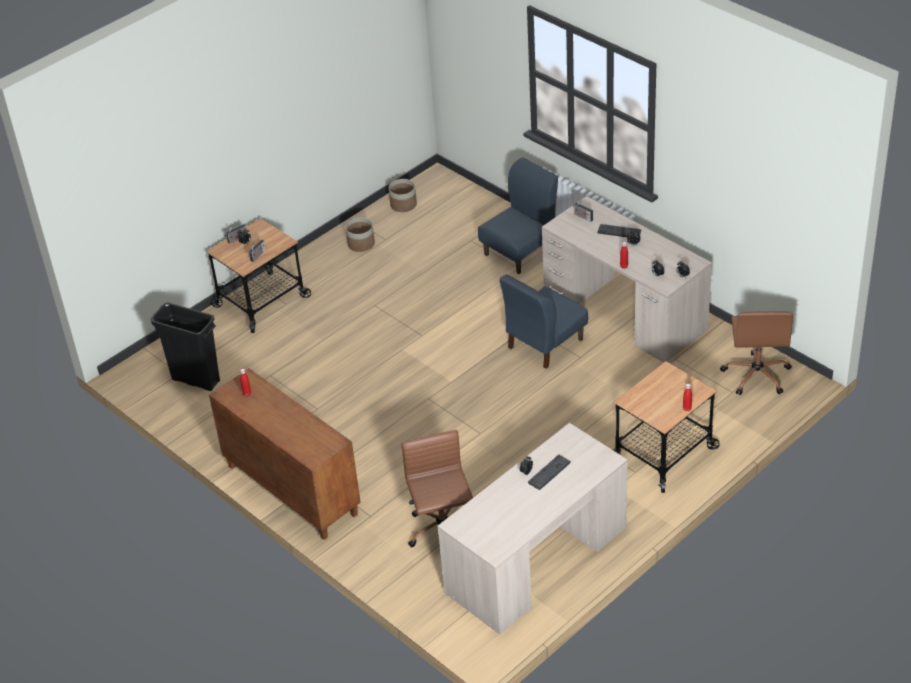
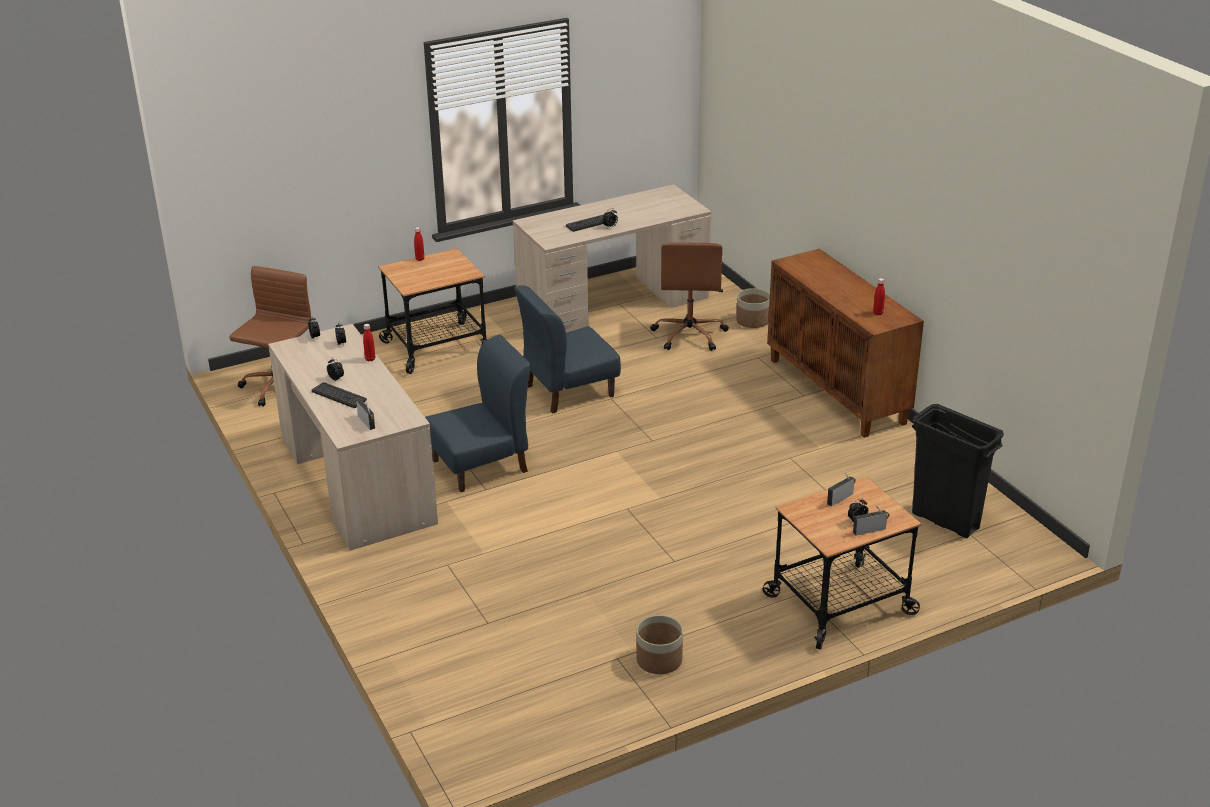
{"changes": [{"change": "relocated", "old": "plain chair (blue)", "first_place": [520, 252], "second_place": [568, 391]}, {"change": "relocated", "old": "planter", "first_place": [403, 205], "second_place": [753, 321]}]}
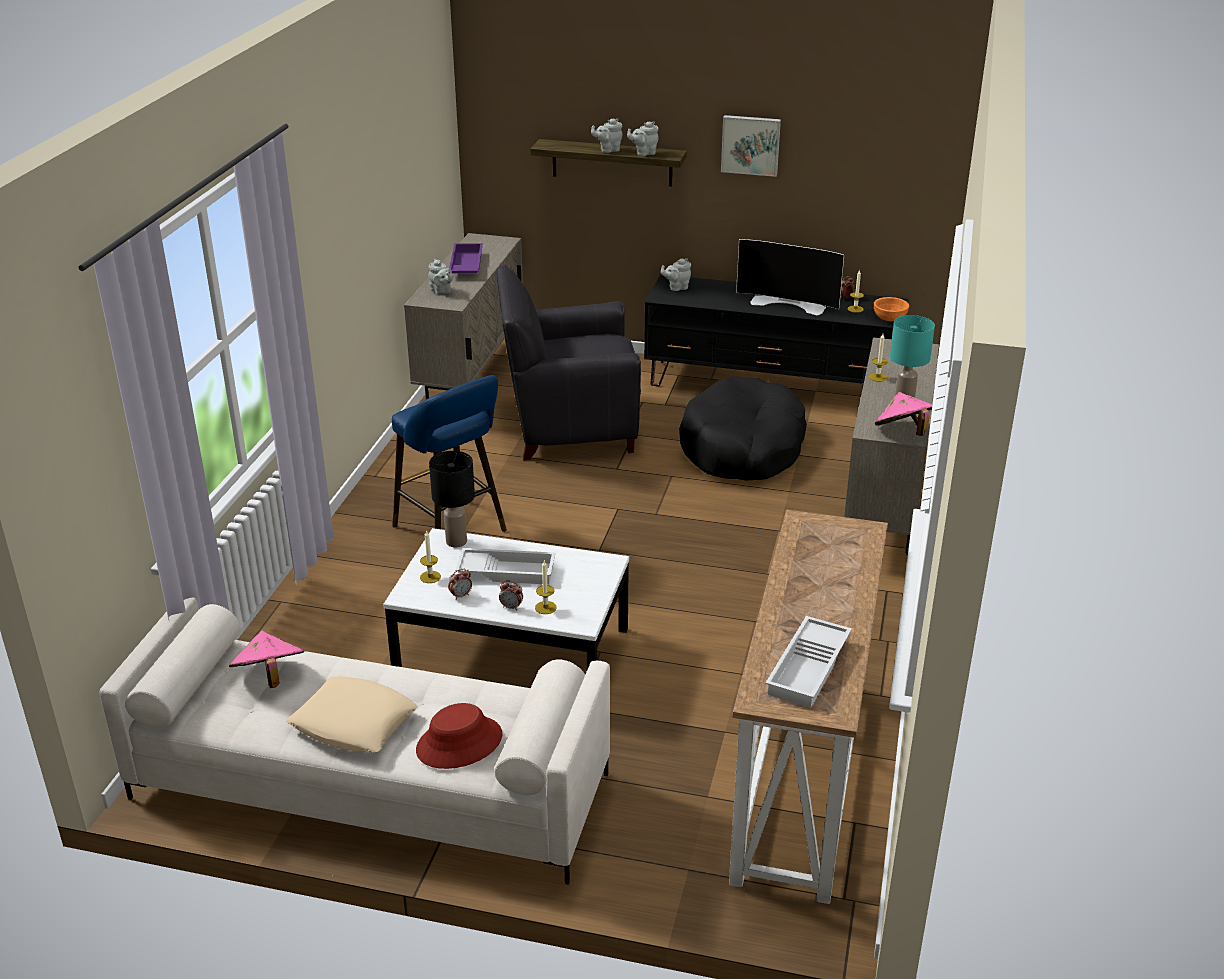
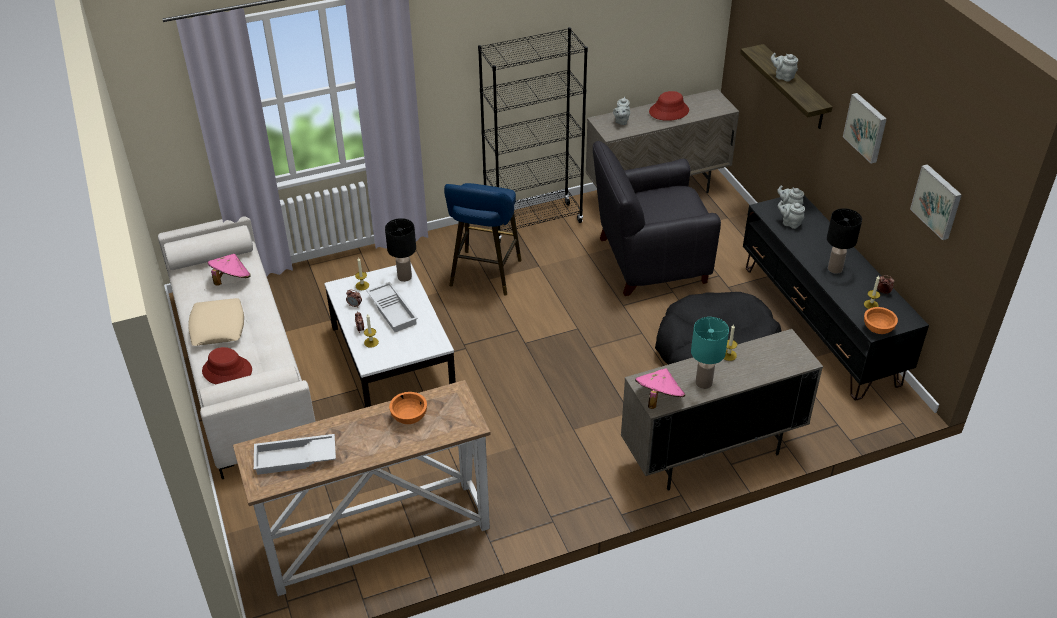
{"changes": [{"change": "appeared", "new": "serving bowl (orangey)", "second_place": [409, 417]}, {"change": "appeared", "new": "bookcase (blackish)", "second_place": [533, 223]}, {"change": "spun", "old": "easy chair (blackish)", "first_place": [569, 426], "second_place": [649, 260], "degrees": -60}, {"change": "exchanged", "old": "tray (purple)", "new": "clothing hat (red)", "first_place": [465, 265], "second_place": [668, 111]}, {"change": "relocated", "old": "pot for tea (grey)", "first_place": [644, 153], "second_place": [790, 223]}, {"change": "exchanged", "old": "television", "new": "table lamp (blackish)", "first_place": [789, 303], "second_place": [835, 269]}, {"change": "appeared", "new": "wall art", "second_place": [937, 201]}]}
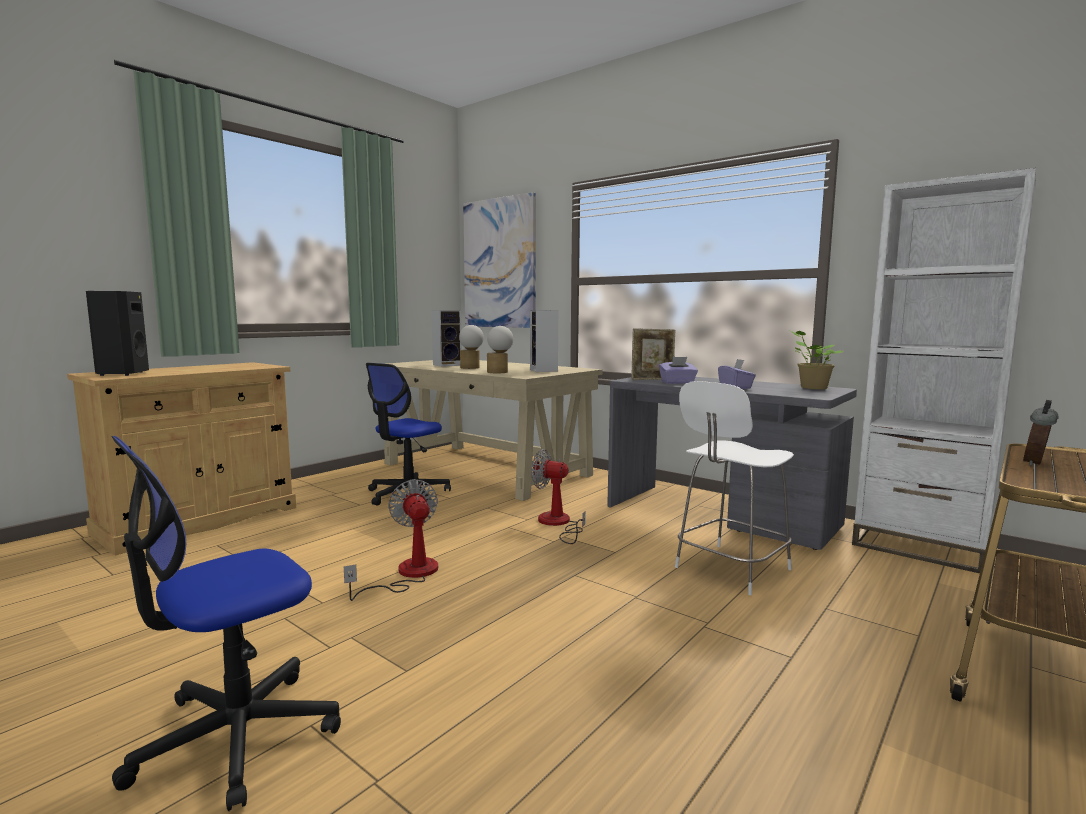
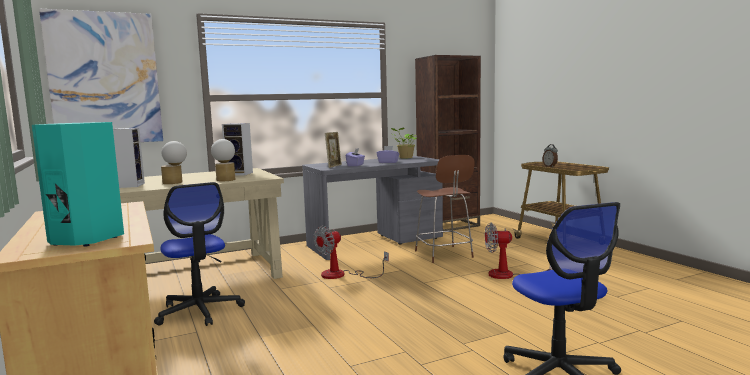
{"changes": [{"change": "colour", "old": "speaker (blackish)", "new": "speaker (turquoise)", "first_place": [121, 374], "second_place": [84, 240]}, {"change": "colour", "old": "bookcase (white-coloured)", "new": "bookcase (brown)", "first_place": [919, 547], "second_place": [448, 225]}, {"change": "colour", "old": "plain chair (white-coloured)", "new": "plain chair (brown)", "first_place": [730, 569], "second_place": [444, 255]}, {"change": "relocated", "old": "cooling fan", "first_place": [407, 575], "second_place": [508, 277]}]}
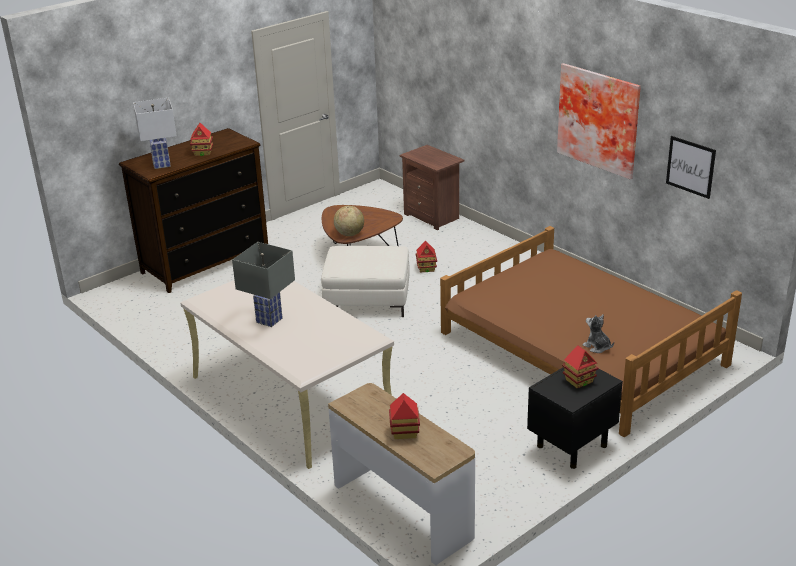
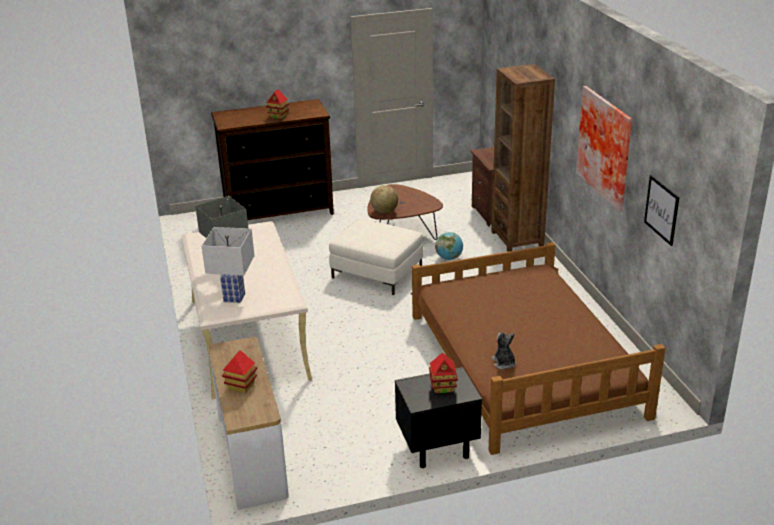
{"changes": [{"change": "relocated", "old": "table lamp (white-coloured)", "first_place": [162, 165], "second_place": [234, 298]}, {"change": "exchanged", "old": "miniature house", "new": "desk globe", "first_place": [426, 268], "second_place": [449, 258]}, {"change": "appeared", "new": "bookcase (brown)", "second_place": [517, 239]}]}
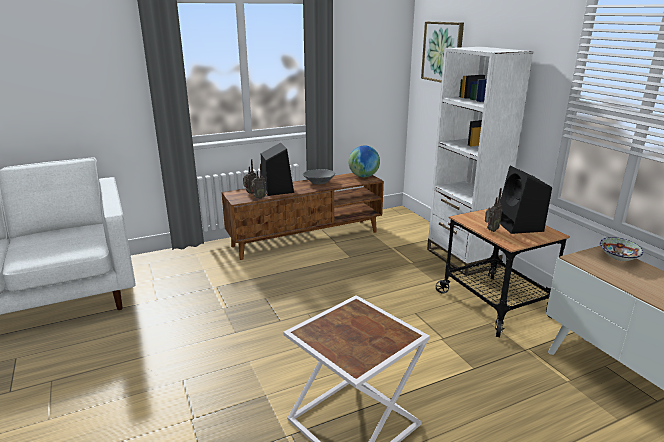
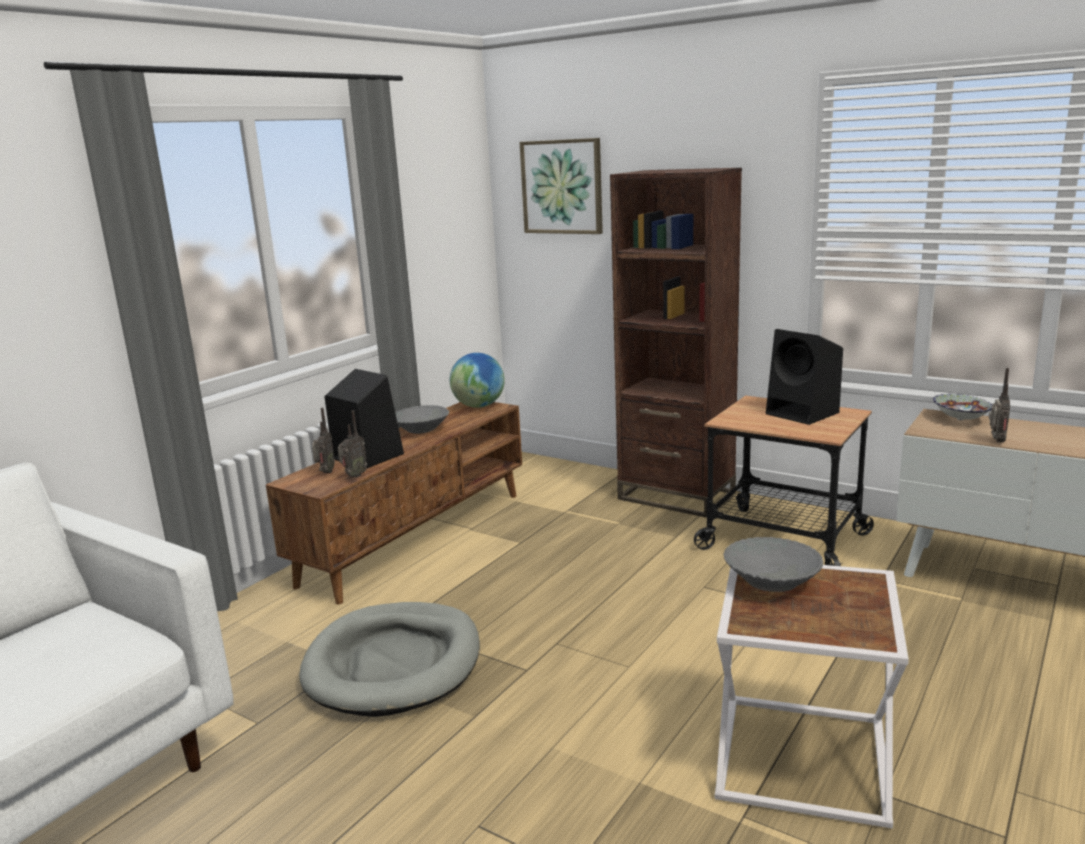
{"changes": [{"change": "appeared", "new": "dog cushion (grey)", "second_place": [394, 664]}, {"change": "colour", "old": "bookcase (white-coloured)", "new": "bookcase (brown)", "first_place": [462, 258], "second_place": [676, 496]}, {"change": "appeared", "new": "serving bowl (grey)", "second_place": [771, 582]}, {"change": "relocated", "old": "radio", "first_place": [490, 230], "second_place": [996, 441]}]}
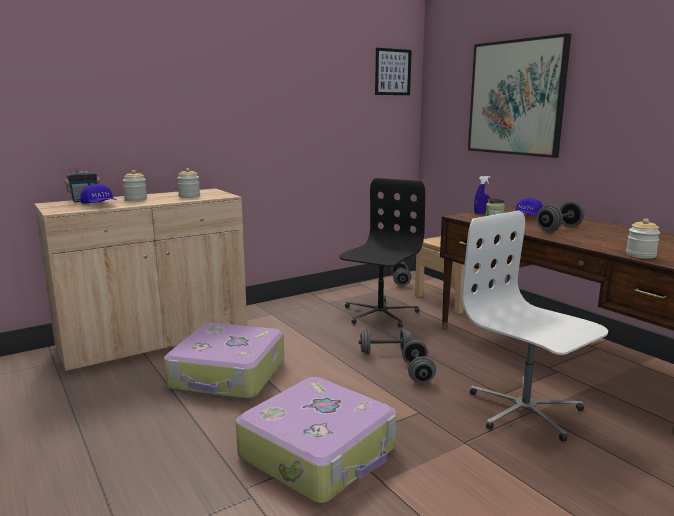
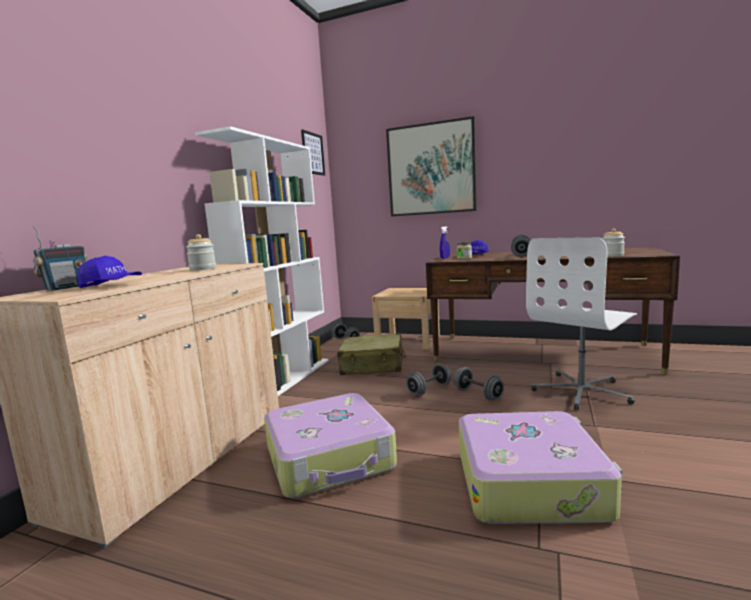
{"changes": [{"change": "appeared", "new": "bookcase (white-coloured)", "second_place": [284, 379]}, {"change": "exchanged", "old": "computer chair (blackish)", "new": "suitcase (beige)", "first_place": [379, 314], "second_place": [372, 365]}, {"change": "spun", "old": "computer chair (white-coloured)", "first_place": [524, 410], "second_place": [582, 391], "degrees": -60}, {"change": "missing", "old": "jar", "first_place": [136, 199]}]}
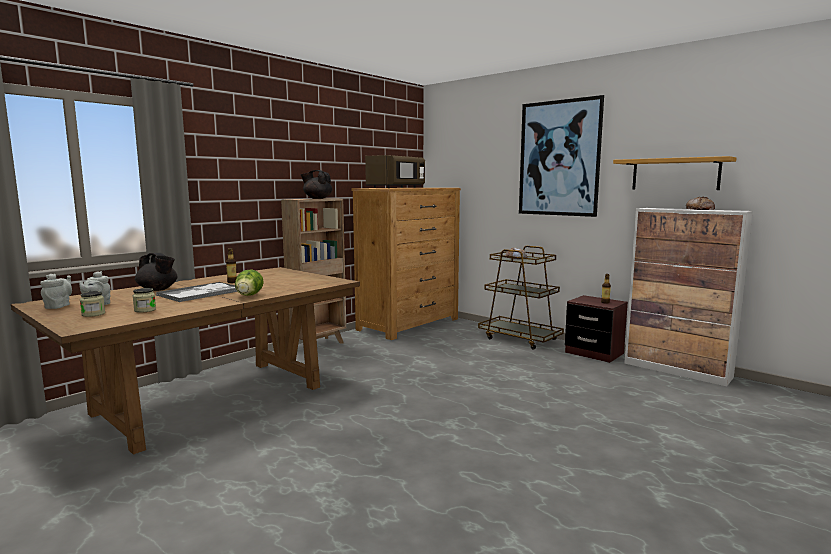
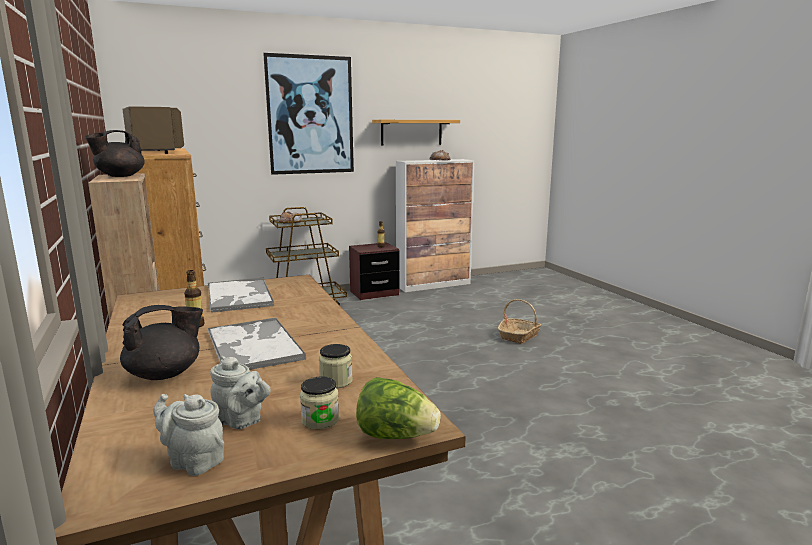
{"changes": [{"change": "appeared", "new": "tray", "second_place": [239, 296]}, {"change": "relocated", "old": "head of lettuce", "first_place": [248, 296], "second_place": [396, 436]}, {"change": "appeared", "new": "household basket", "second_place": [519, 336]}]}
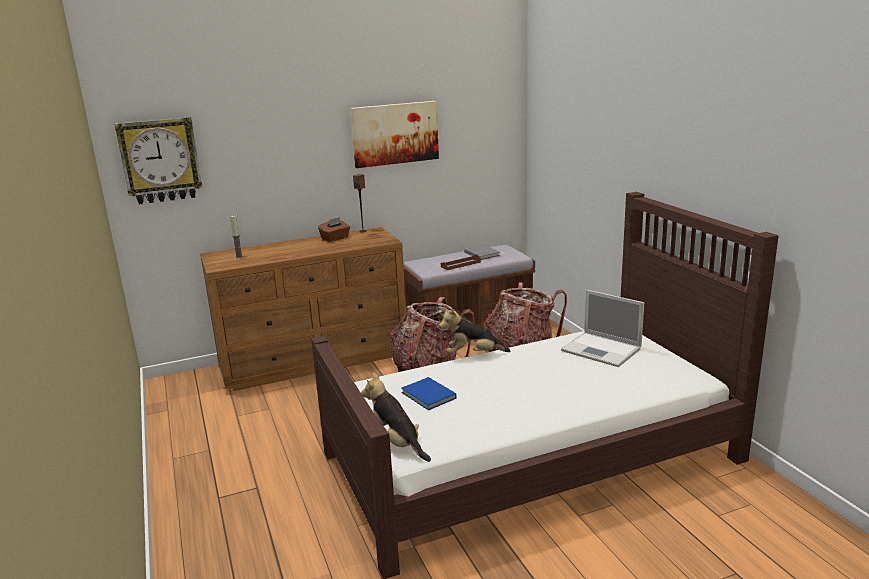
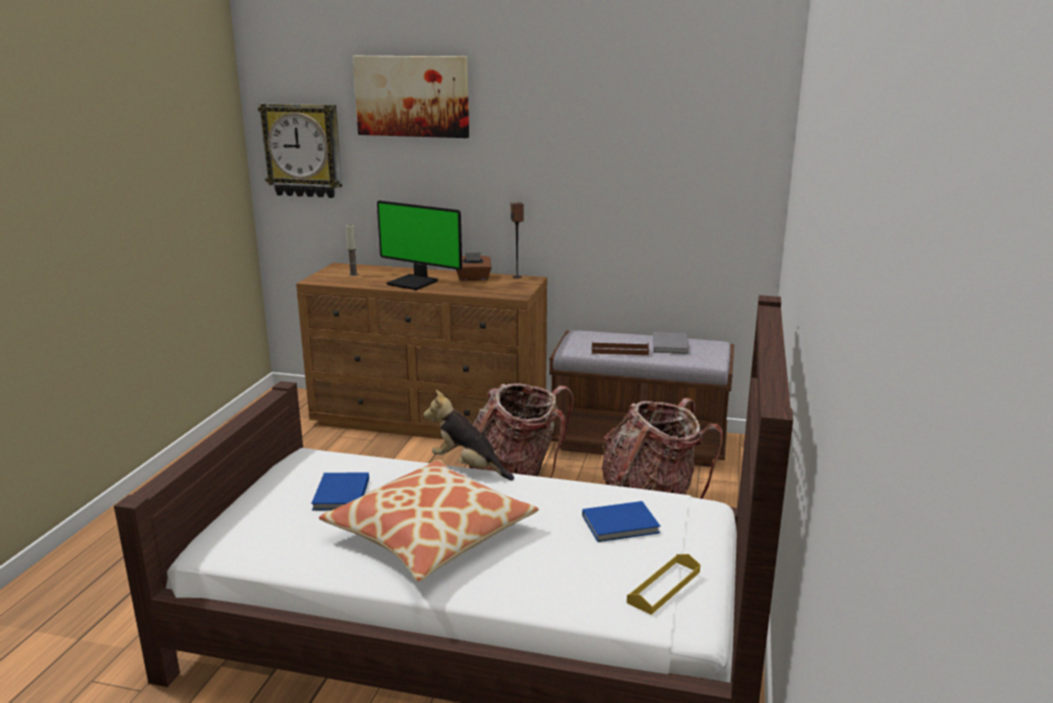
{"changes": [{"change": "appeared", "new": "throw pillow", "second_place": [431, 534]}, {"change": "relocated", "old": "wall art", "first_place": [395, 133], "second_place": [412, 96]}, {"change": "appeared", "new": "monitor", "second_place": [414, 282]}, {"change": "exchanged", "old": "laptop", "new": "volume (blue)", "first_place": [602, 350], "second_place": [622, 524]}, {"change": "appeared", "new": "tray (yellowish)", "second_place": [664, 587]}, {"change": "missing", "old": "soft toy", "first_place": [397, 443]}]}
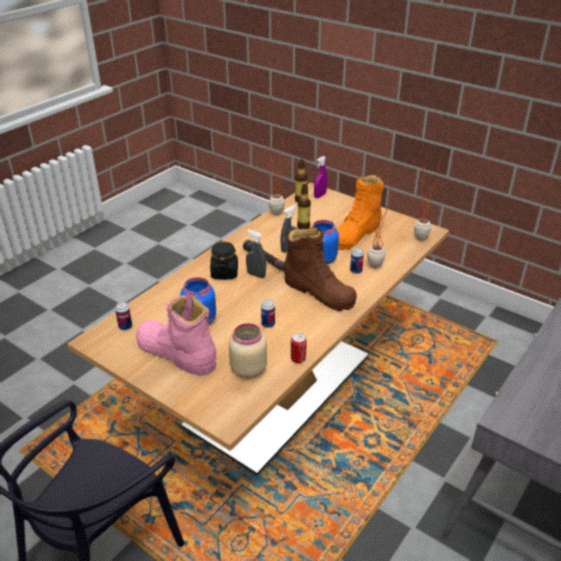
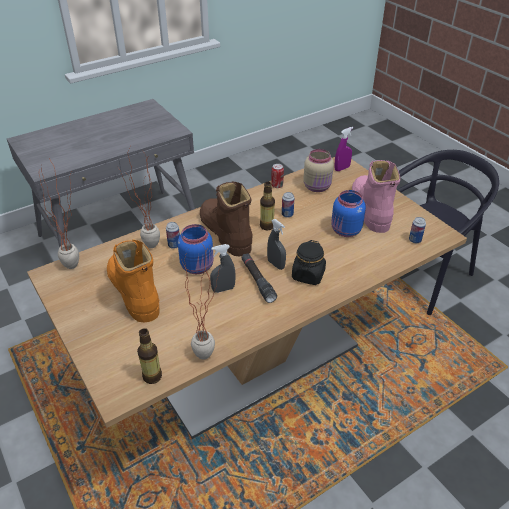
{"changes": [{"change": "spun", "old": "tall boot (orangey)", "first_place": [355, 234], "second_place": [133, 292], "degrees": -90}, {"change": "relocated", "old": "drink bottle", "first_place": [303, 226], "second_place": [267, 226]}, {"change": "relocated", "old": "hand sprayer (purple)", "first_place": [320, 195], "second_place": [342, 168]}, {"change": "spun", "old": "tall boot (pinkish)", "first_place": [176, 353], "second_place": [370, 209], "degrees": -150}]}
